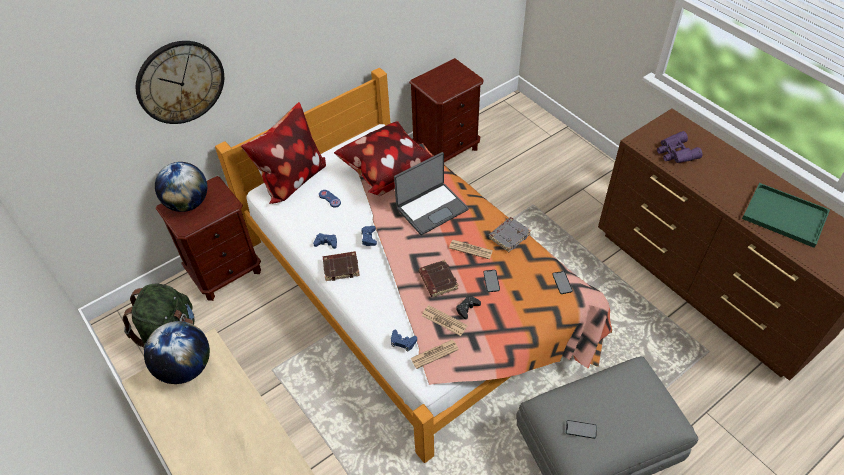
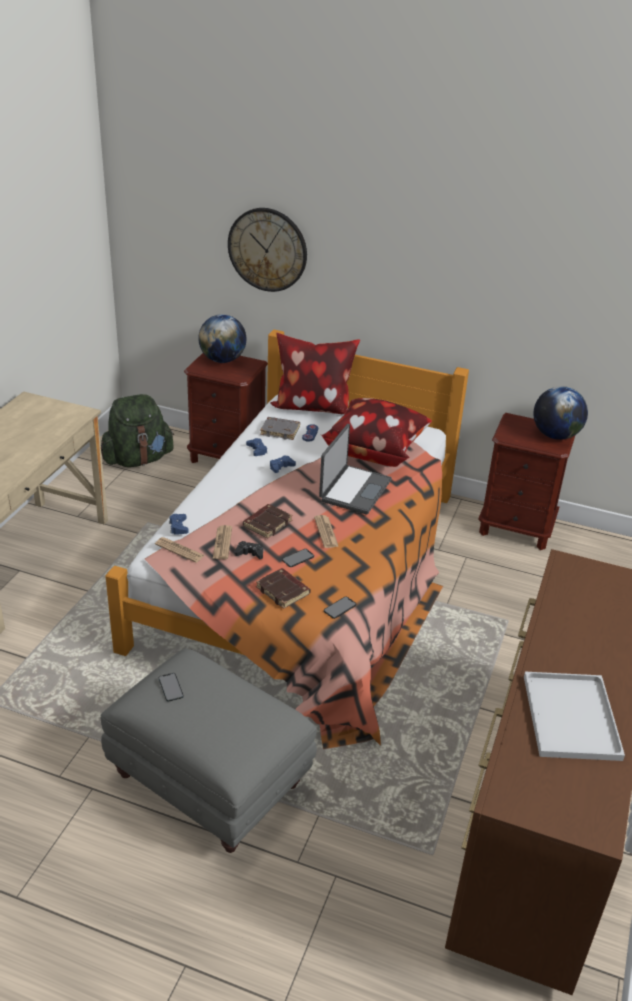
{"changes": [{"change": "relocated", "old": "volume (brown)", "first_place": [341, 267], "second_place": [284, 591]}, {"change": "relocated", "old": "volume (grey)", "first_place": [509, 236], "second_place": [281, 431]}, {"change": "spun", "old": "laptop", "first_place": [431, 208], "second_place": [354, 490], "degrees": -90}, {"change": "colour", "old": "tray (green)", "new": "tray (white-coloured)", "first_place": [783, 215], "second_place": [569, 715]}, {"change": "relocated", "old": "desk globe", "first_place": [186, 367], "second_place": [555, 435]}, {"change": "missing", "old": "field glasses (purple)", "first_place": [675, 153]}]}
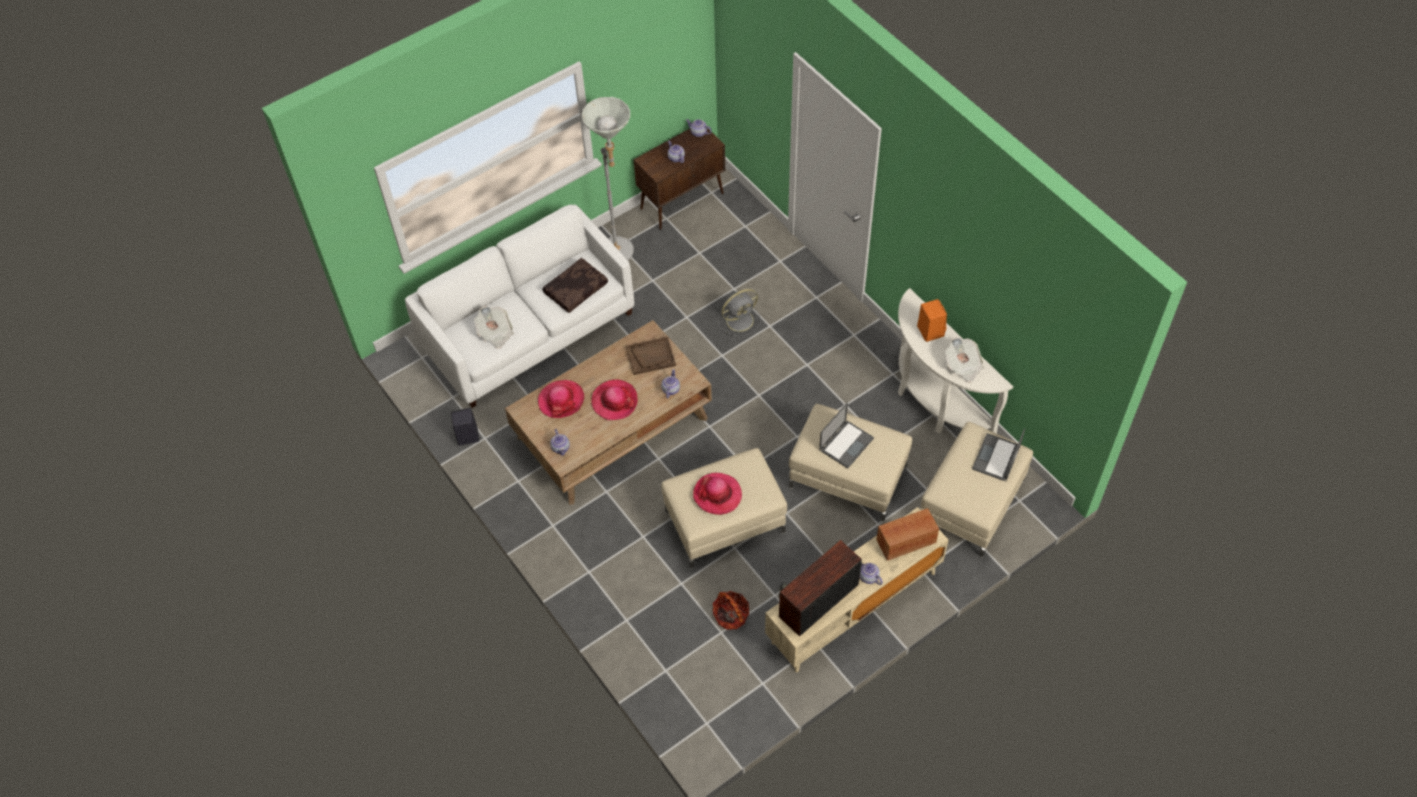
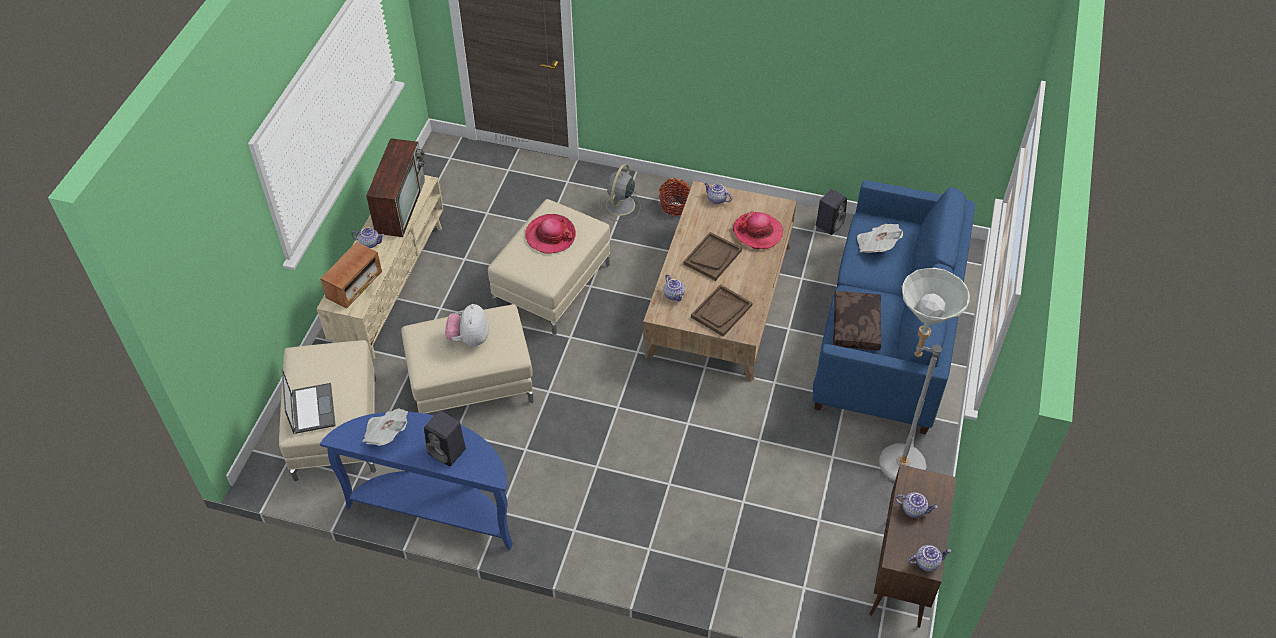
{"changes": [{"change": "colour", "old": "hall table (white-coloured)", "new": "hall table (blue)", "first_place": [934, 401], "second_place": [436, 508]}, {"change": "colour", "old": "speaker (orangey)", "new": "speaker (blackish)", "first_place": [929, 330], "second_place": [448, 452]}, {"change": "exchanged", "old": "laptop", "new": "soft toy", "first_place": [846, 443], "second_place": [469, 339]}, {"change": "relocated", "old": "cooling fan (grey)", "first_place": [741, 320], "second_place": [620, 206]}, {"change": "relocated", "old": "household basket", "first_place": [731, 615], "second_place": [676, 205]}, {"change": "exchanged", "old": "clothing hat", "new": "tray (brown)", "first_place": [614, 401], "second_place": [712, 257]}, {"change": "colour", "old": "sofa (white-coloured)", "new": "sofa (blue)", "first_place": [529, 330], "second_place": [887, 334]}]}
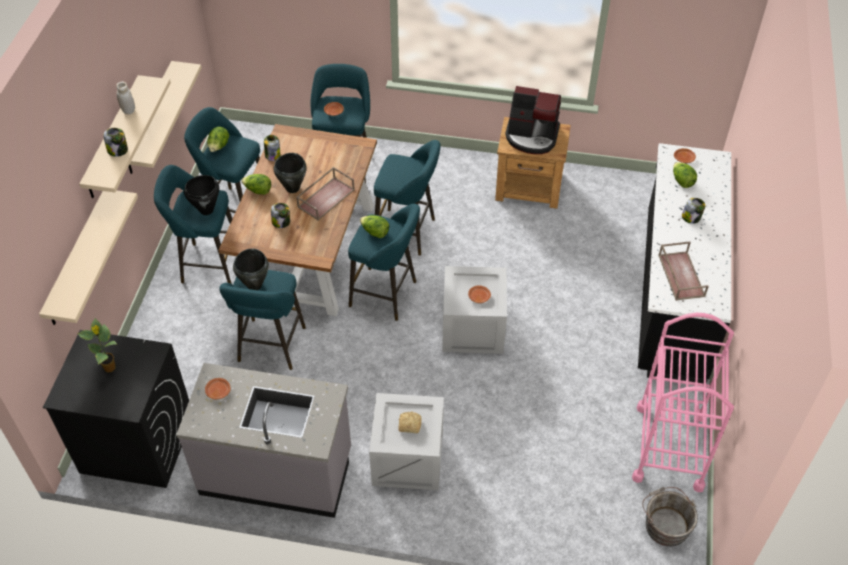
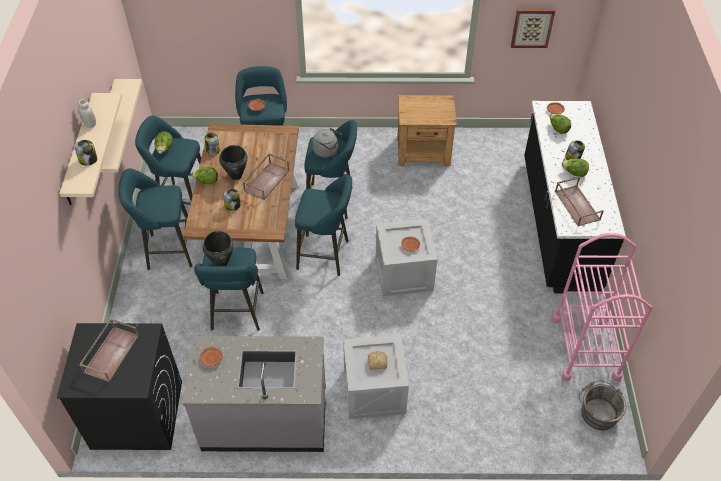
{"changes": [{"change": "exchanged", "old": "plant in a pot", "new": "tray (brown)", "first_place": [110, 368], "second_place": [111, 353]}, {"change": "appeared", "new": "water kettle (grey)", "second_place": [327, 151]}, {"change": "appeared", "new": "wall art", "second_place": [532, 27]}, {"change": "relocated", "old": "head of lettuce", "first_place": [375, 232], "second_place": [574, 173]}, {"change": "missing", "old": "shelf (beige)", "first_place": [77, 259]}, {"change": "missing", "old": "stockpot (blackish)", "first_place": [207, 210]}, {"change": "missing", "old": "coffee maker", "first_place": [532, 136]}]}
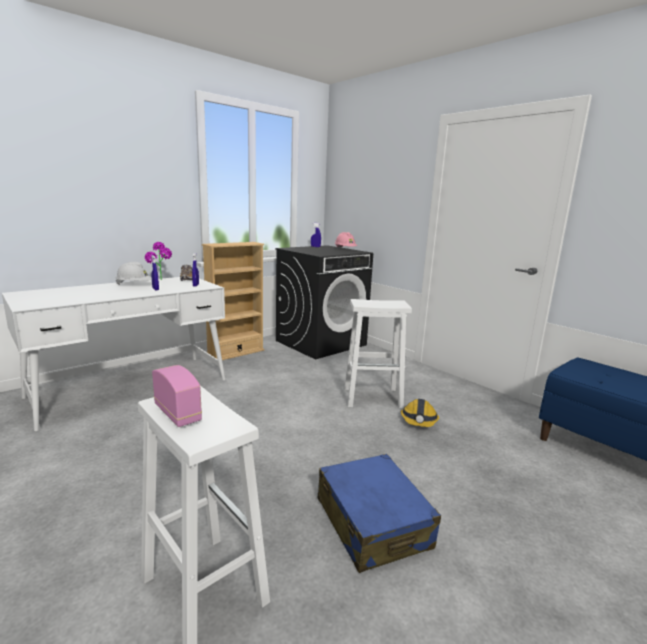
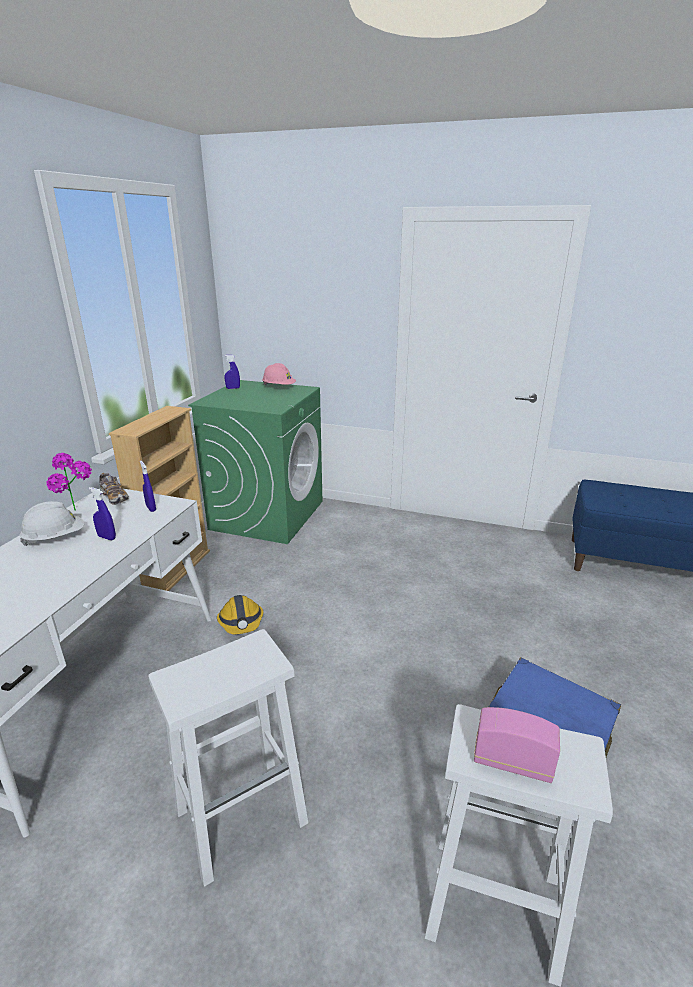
{"changes": [{"change": "relocated", "old": "stool seat (white-coloured)", "first_place": [373, 397], "second_place": [243, 815]}, {"change": "colour", "old": "laundry machine (blackish)", "new": "laundry machine (green)", "first_place": [321, 343], "second_place": [267, 514]}, {"change": "relocated", "old": "work helmet", "first_place": [419, 421], "second_place": [241, 622]}]}
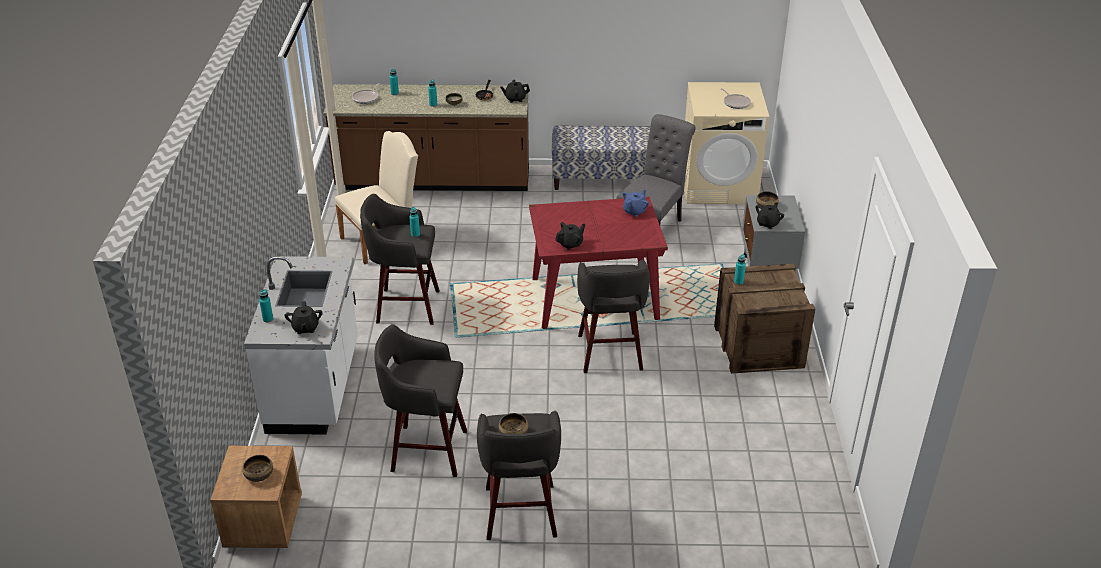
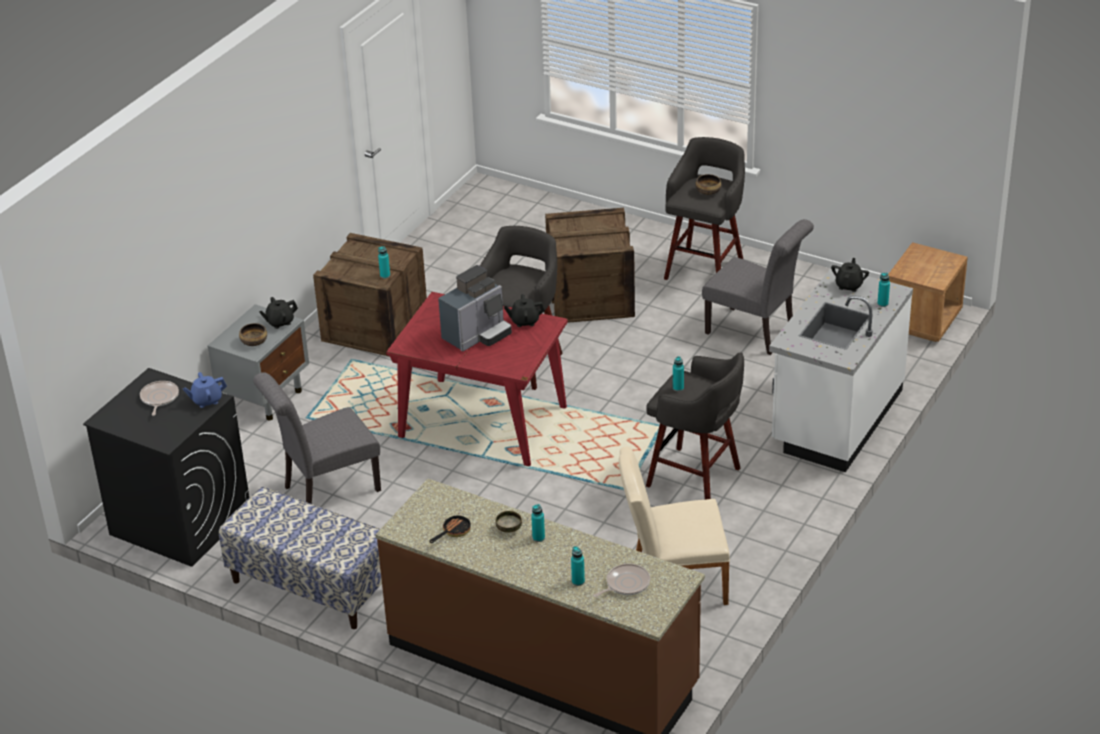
{"changes": [{"change": "colour", "old": "laundry machine (beige)", "new": "laundry machine (blackish)", "first_place": [719, 186], "second_place": [179, 521]}, {"change": "relocated", "old": "pot for tea (blue)", "first_place": [635, 211], "second_place": [206, 400]}, {"change": "appeared", "new": "coffee maker", "second_place": [477, 335]}, {"change": "appeared", "new": "crate", "second_place": [590, 297]}, {"change": "exchanged", "old": "stool seat (grey)", "new": "plain chair (grey)", "first_place": [426, 450], "second_place": [755, 333]}, {"change": "missing", "old": "serving bowl", "first_place": [258, 475]}, {"change": "missing", "old": "pot for tea (blackish)", "first_place": [515, 99]}]}
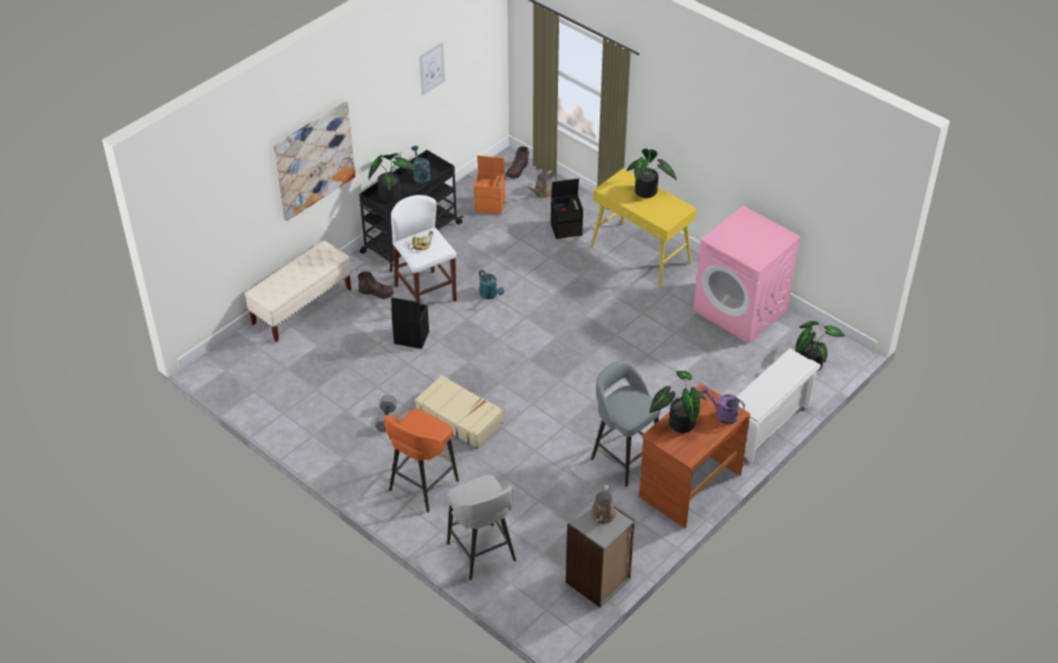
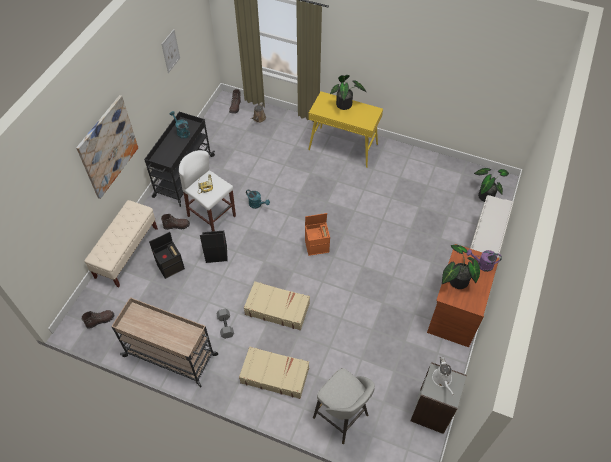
{"changes": [{"change": "appeared", "new": "tall boot (brown)", "second_place": [100, 320]}, {"change": "appeared", "new": "wheeled cart (beige)", "second_place": [171, 356]}, {"change": "relocated", "old": "storage bin (blackish)", "first_place": [567, 229], "second_place": [171, 266]}, {"change": "exchanged", "old": "stool seat (orangey)", "new": "suitcase (beige)", "first_place": [422, 486], "second_place": [274, 375]}, {"change": "relocated", "old": "storage bin (orangey)", "first_place": [490, 205], "second_place": [317, 246]}, {"change": "colour", "old": "watering pot (brown)", "new": "watering pot (white-coloured)", "first_place": [602, 516], "second_place": [442, 379]}, {"change": "missing", "old": "plant in a pot", "first_place": [391, 193]}, {"change": "missing", "old": "stool seat (grey)", "first_place": [624, 458]}, {"change": "missing", "old": "laundry machine (pinkish)", "first_place": [741, 310]}]}
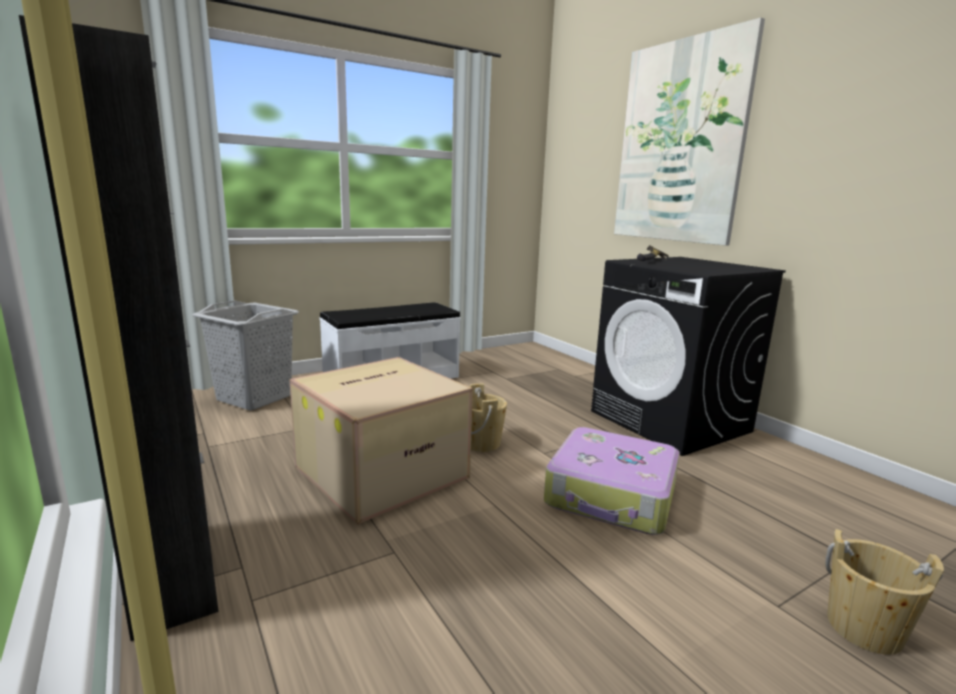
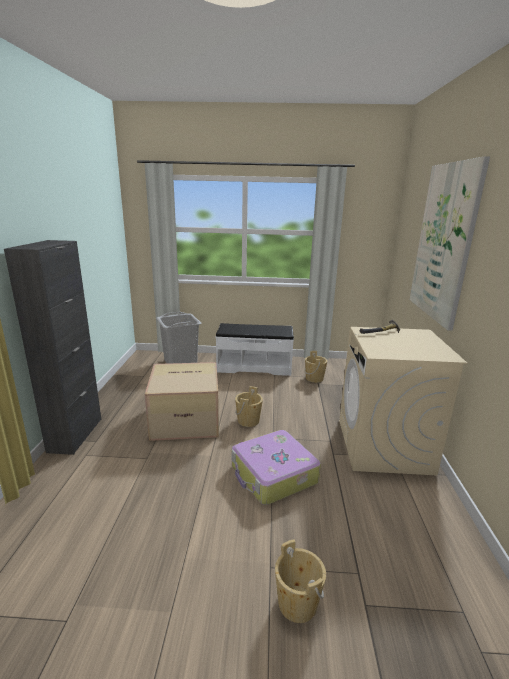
{"changes": [{"change": "appeared", "new": "water bucket (beige)", "second_place": [314, 378]}, {"change": "colour", "old": "laundry machine (blackish)", "new": "laundry machine (beige)", "first_place": [670, 421], "second_place": [383, 446]}]}
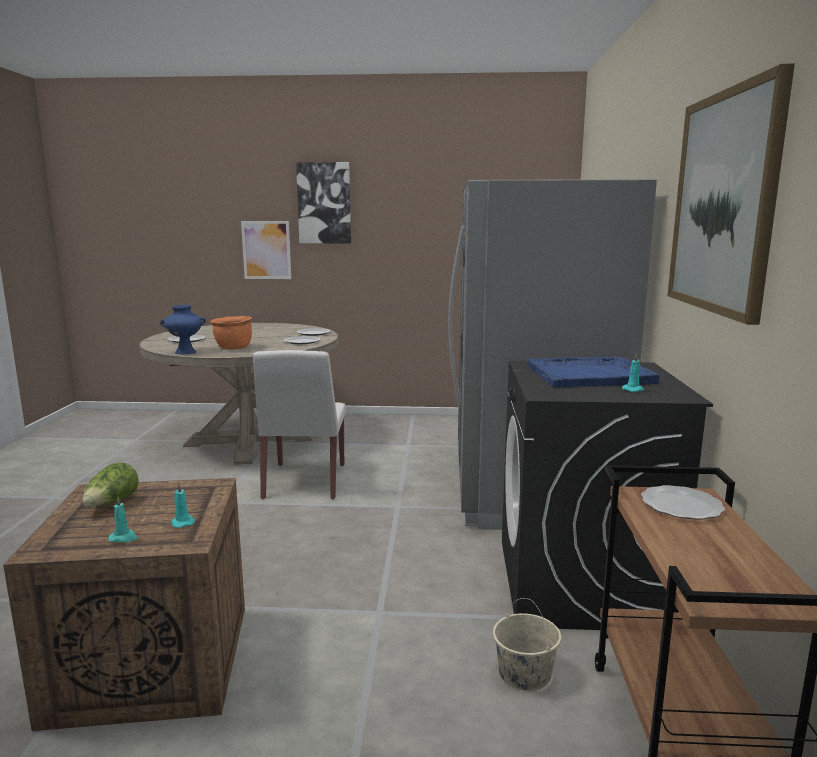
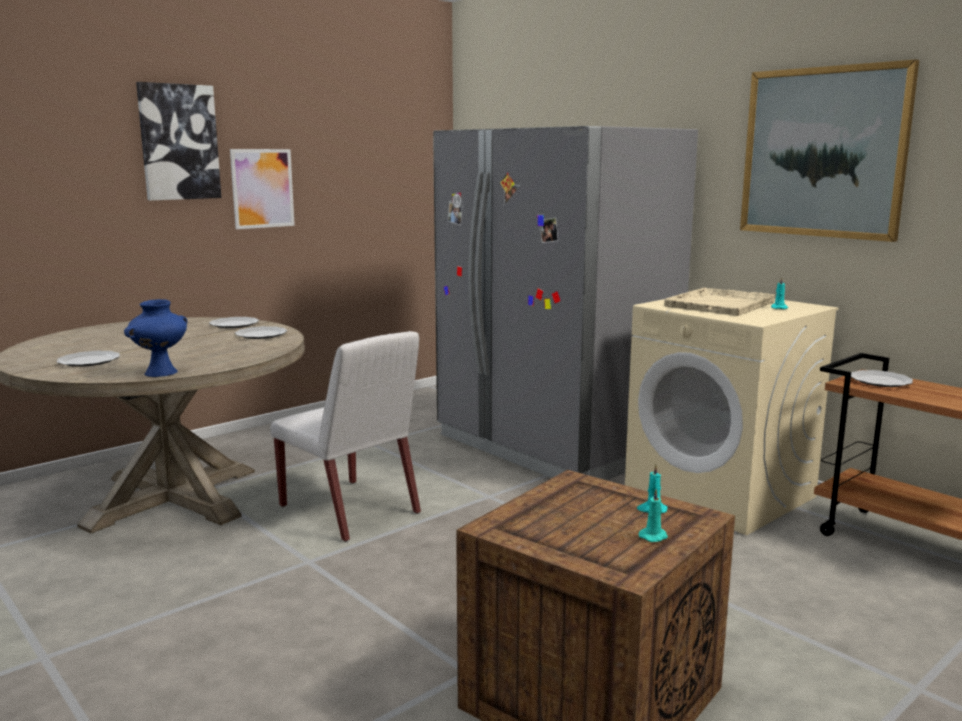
{"changes": [{"change": "relocated", "old": "wall art", "first_place": [266, 250], "second_place": [262, 188]}, {"change": "colour", "old": "laundry machine (blackish)", "new": "laundry machine (beige)", "first_place": [581, 583], "second_place": [721, 493]}, {"change": "colour", "old": "tray (blue)", "new": "tray (beige)", "first_place": [591, 375], "second_place": [720, 304]}, {"change": "missing", "old": "head of lettuce", "first_place": [112, 503]}, {"change": "missing", "old": "stockpot (orangey)", "first_place": [233, 348]}, {"change": "missing", "old": "water bucket (beige)", "first_place": [524, 673]}]}
